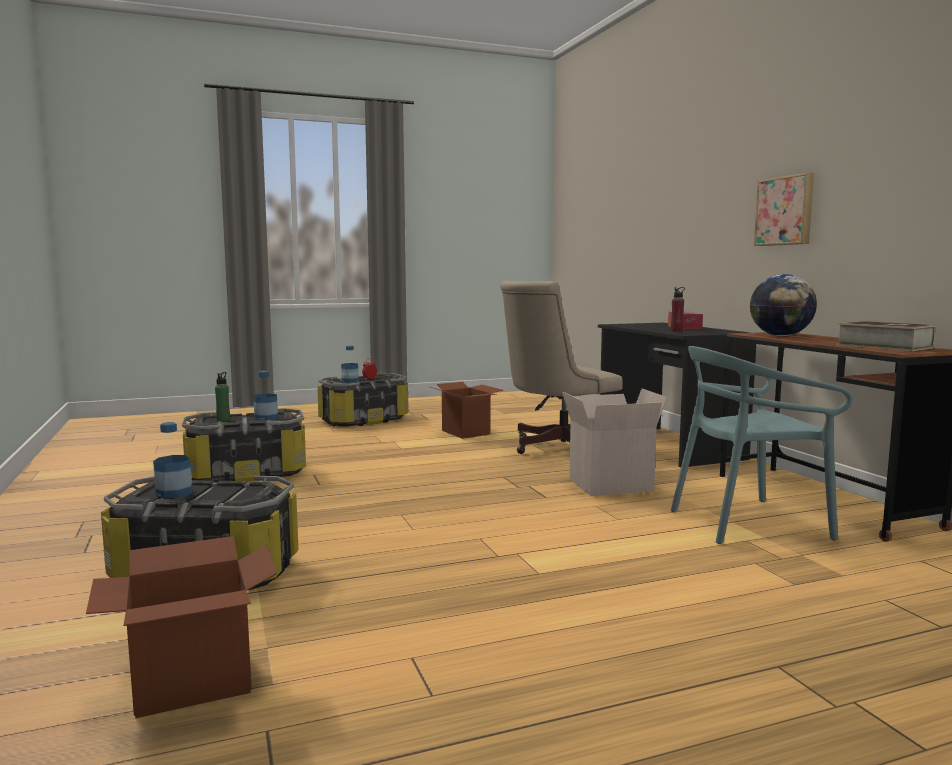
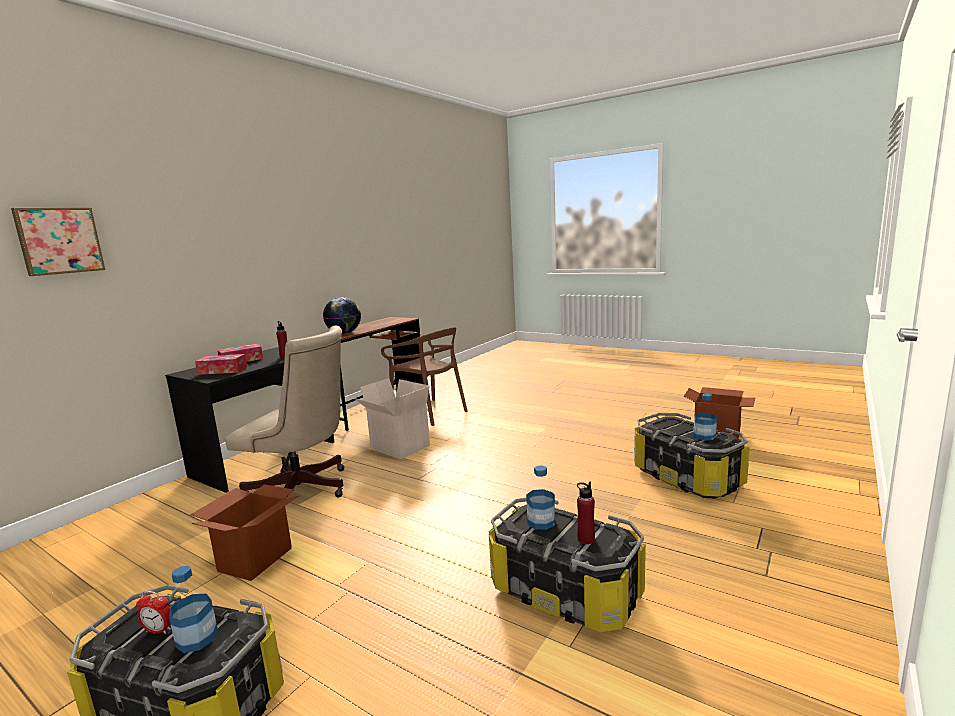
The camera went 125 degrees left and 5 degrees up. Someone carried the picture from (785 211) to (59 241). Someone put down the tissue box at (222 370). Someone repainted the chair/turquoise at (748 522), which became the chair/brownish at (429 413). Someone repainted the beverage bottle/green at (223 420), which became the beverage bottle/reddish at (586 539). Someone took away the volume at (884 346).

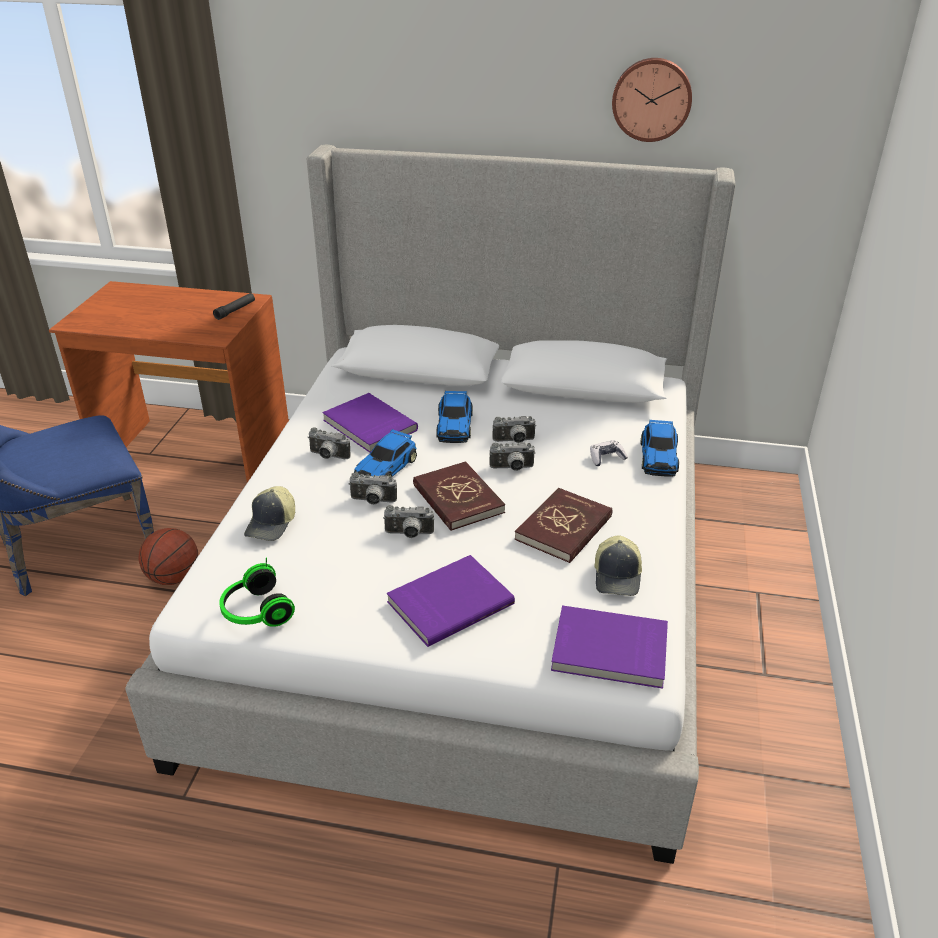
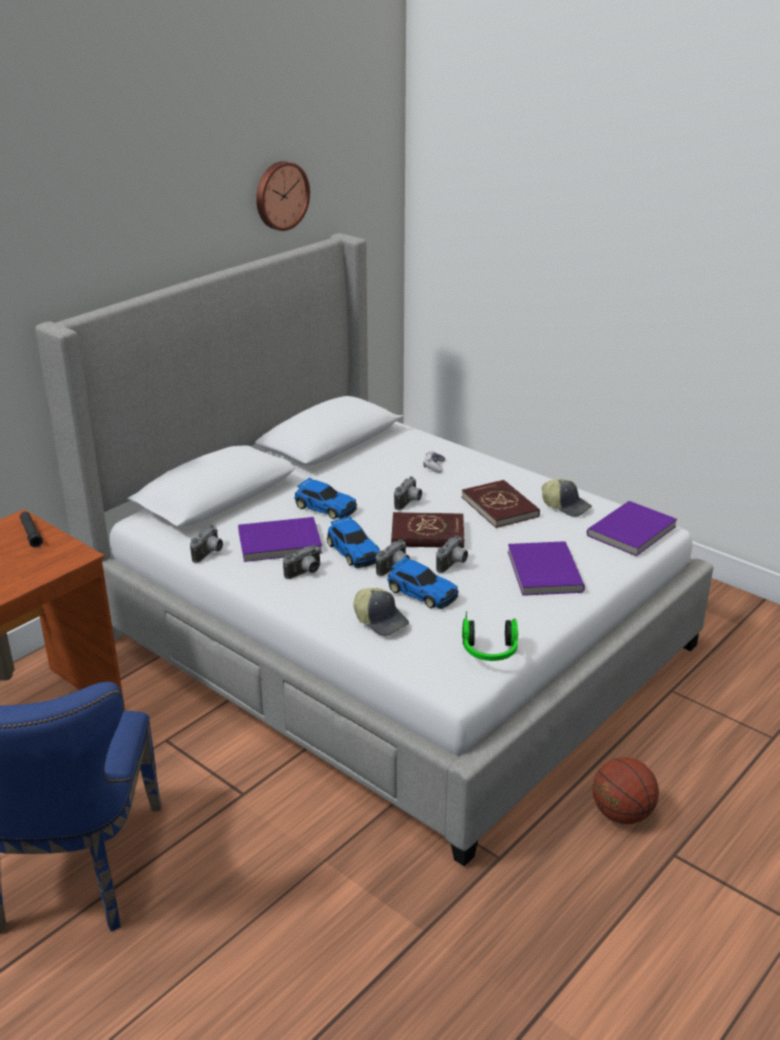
The camera went 60 degrees left and 5 degrees down. Someone carried the still camera from (514 441) to (210 554). Someone carried the miniature car from (659 457) to (421 592). Someone carried the basketball ball from (174 577) to (621 814).

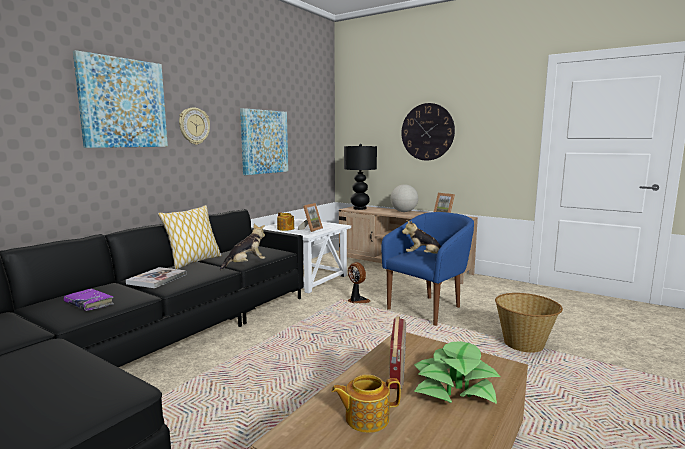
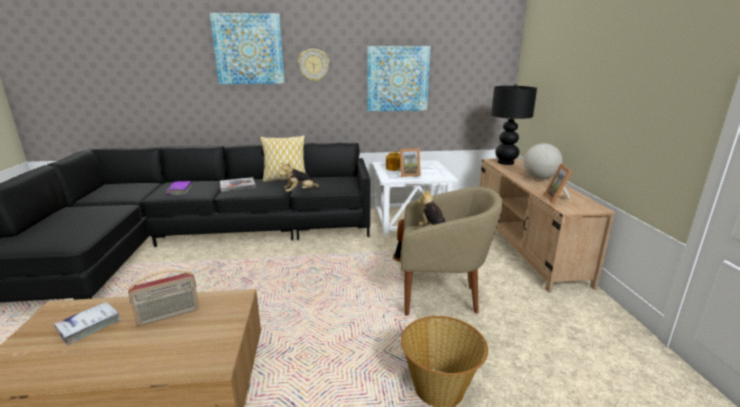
The camera went 50 degrees right and 10 degrees up. Someone swapped the pot for tea at (366 418) for the volume/whitish at (89 326). Someone rotated the cuddly toy at (246 265) by 135 degrees clockwise. Someone repainted the armchair/blue-coloured at (428 309), which became the armchair/beige-coloured at (441 297). Someone took away the wall clock at (427 132). Someone took away the plant in a pot at (454 386).

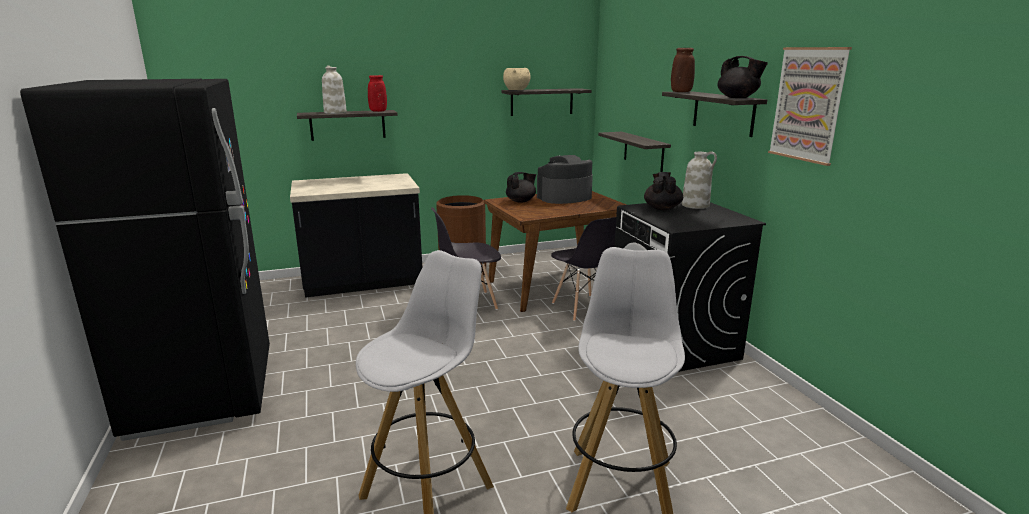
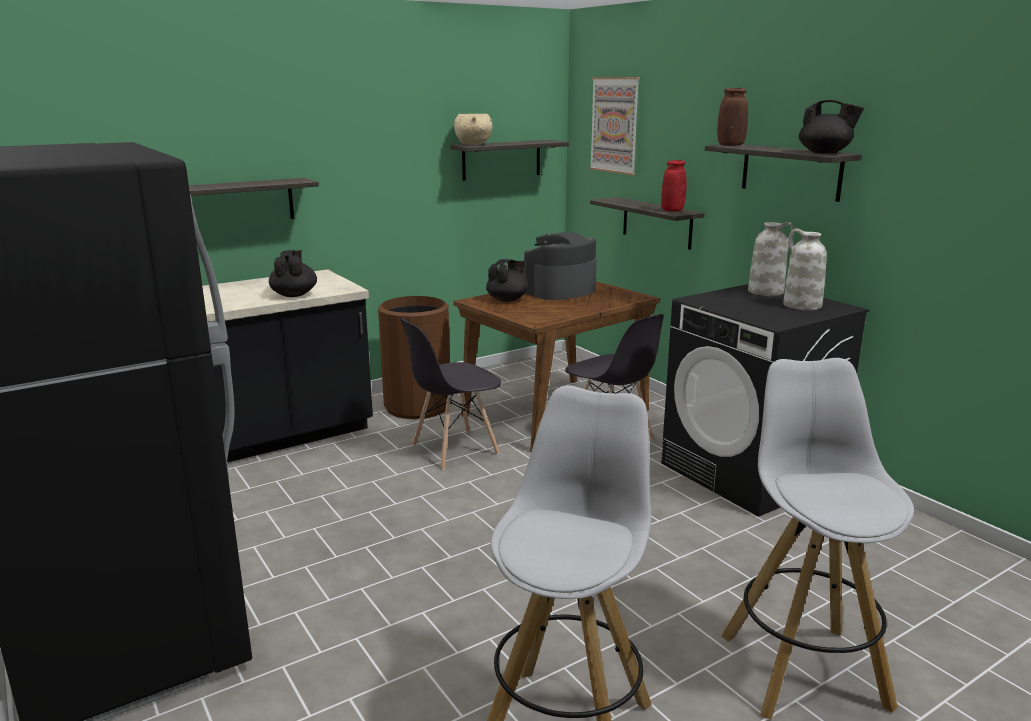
The camera went 15 degrees left and 0 degrees up. Someone carried the pot for tea/black from (662 208) to (294 295). Someone carried the picture from (808 104) to (614 125). Someone carried the flower vase/reddish from (378 111) to (672 210). Someone carried the flower vase/whitish from (335 112) to (801 305).

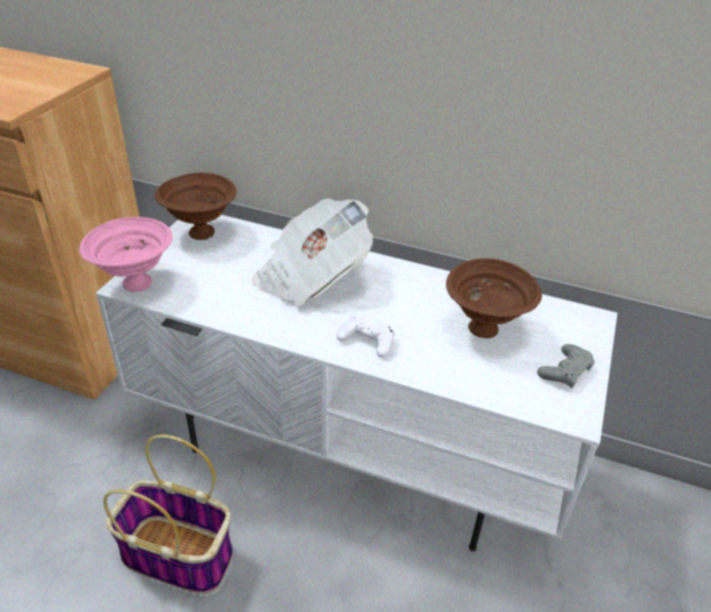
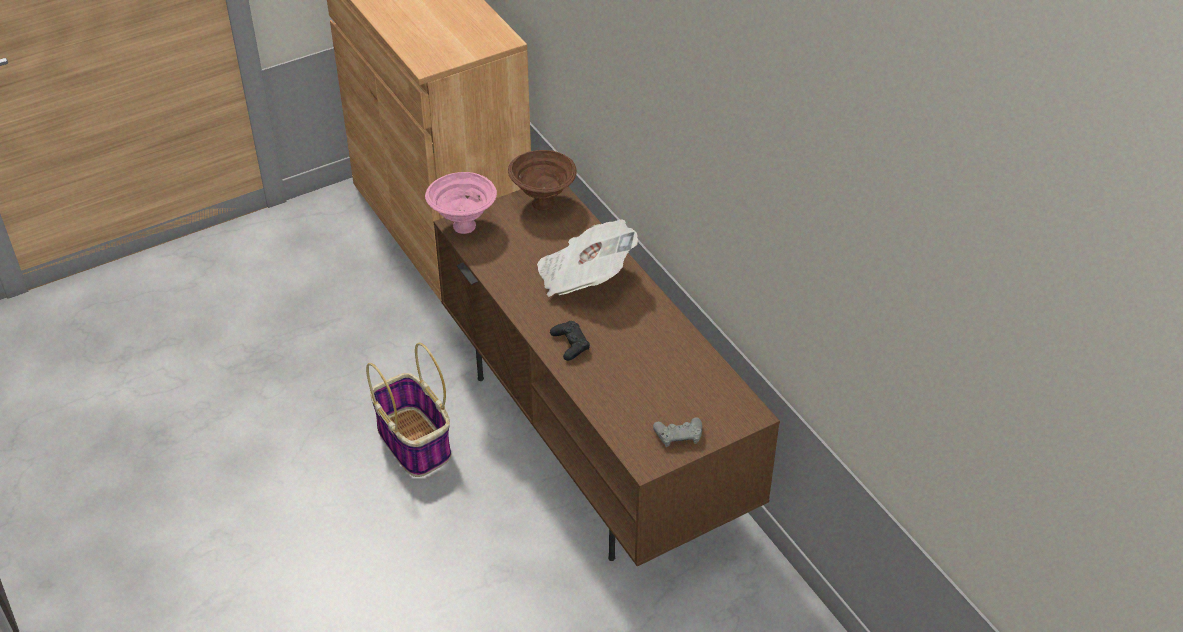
The camera went 40 degrees right and 5 degrees up. Someone repainted the tv stand/whitish at (353 446), which became the tv stand/brownish at (597 441). Someone repainted the joypad/whitish at (367 340), which became the joypad/black at (570 344). Someone took away the deep dish/brownish at (485 329).

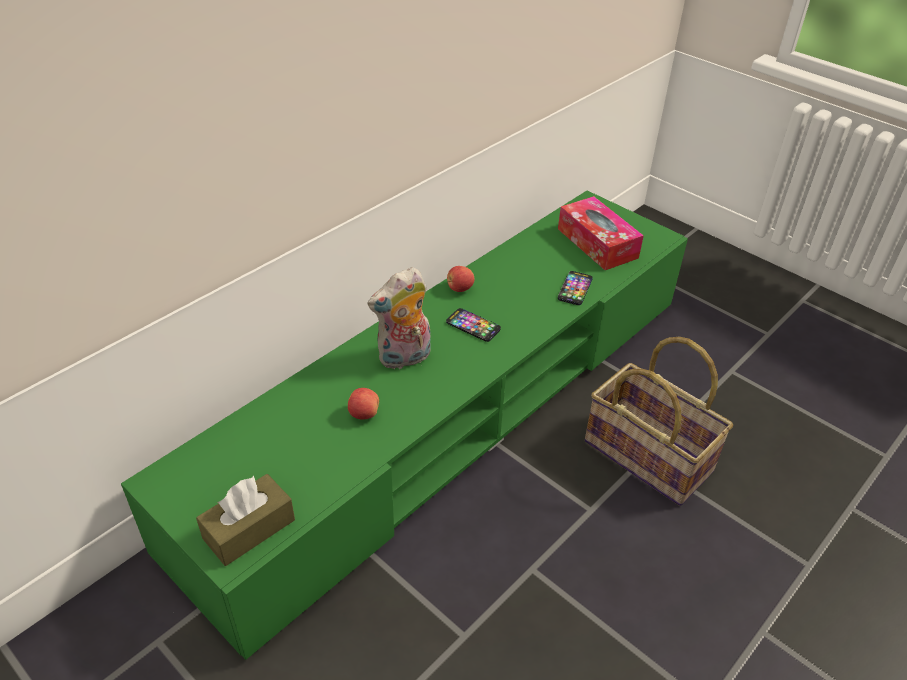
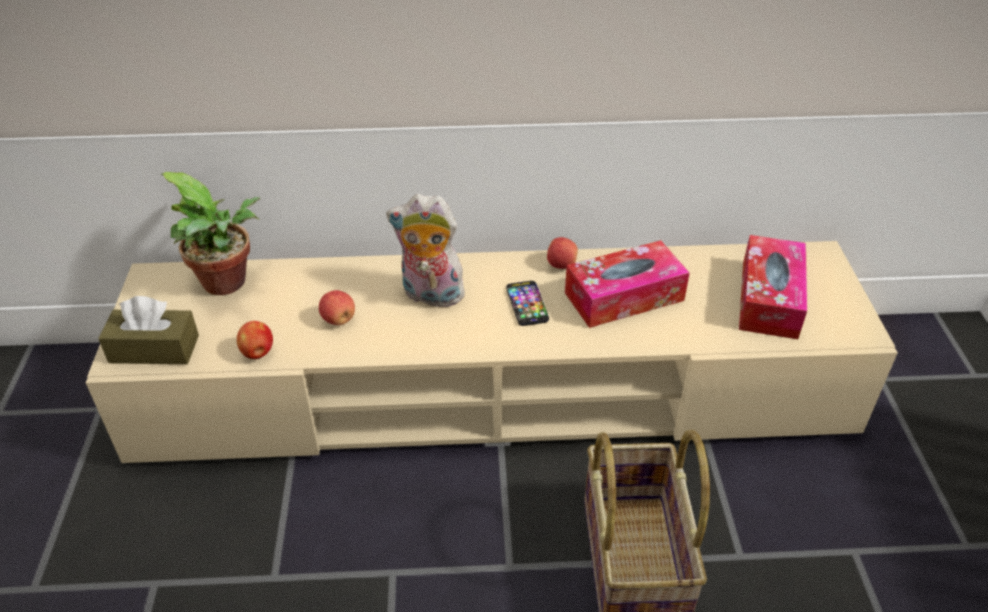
The camera went 45 degrees right and 0 degrees up. Someone repainted the tv stand/green at (452 412), which became the tv stand/beige-coloured at (495 391). Someone put down the plant in a pot at (229 284). Someone put down the apple at (258 352). Someone put down the tissue box at (624 296). Someone took away the handset at (575 289).

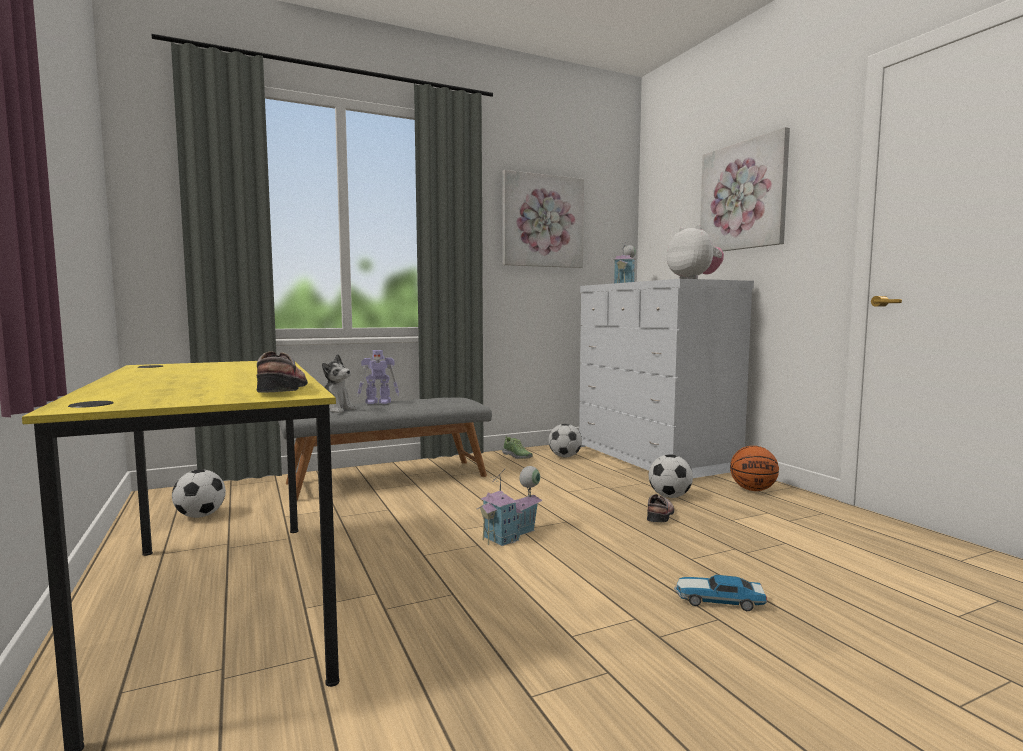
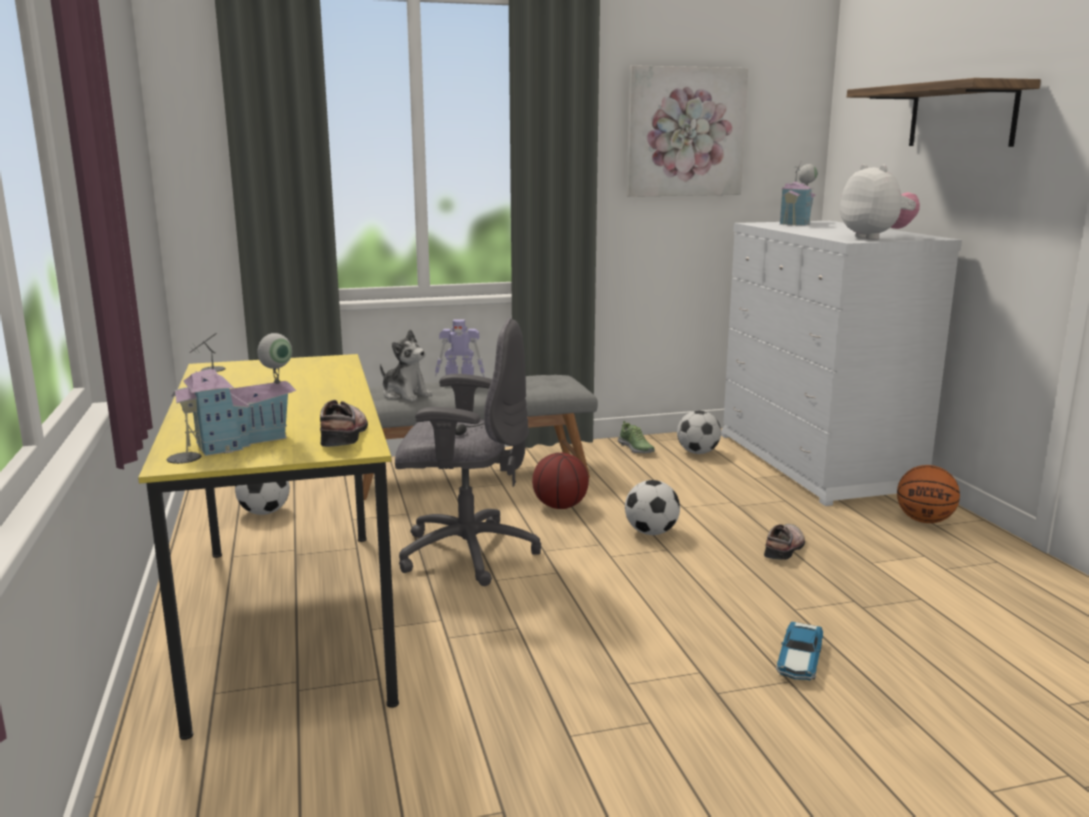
The camera went 10 degrees right and 10 degrees up. Someone carried the miniature house from (511 535) to (241 442). Someone put down the computer chair/gray at (465 553). Someone put down the basketball ball at (560 506). Someone carried the ball for football from (670 496) to (651 532). Someone rotated the miniature car at (717 600) by 90 degrees counterclockwise. Someone swapped the picture at (743 196) for the bracket shelf at (961 116).

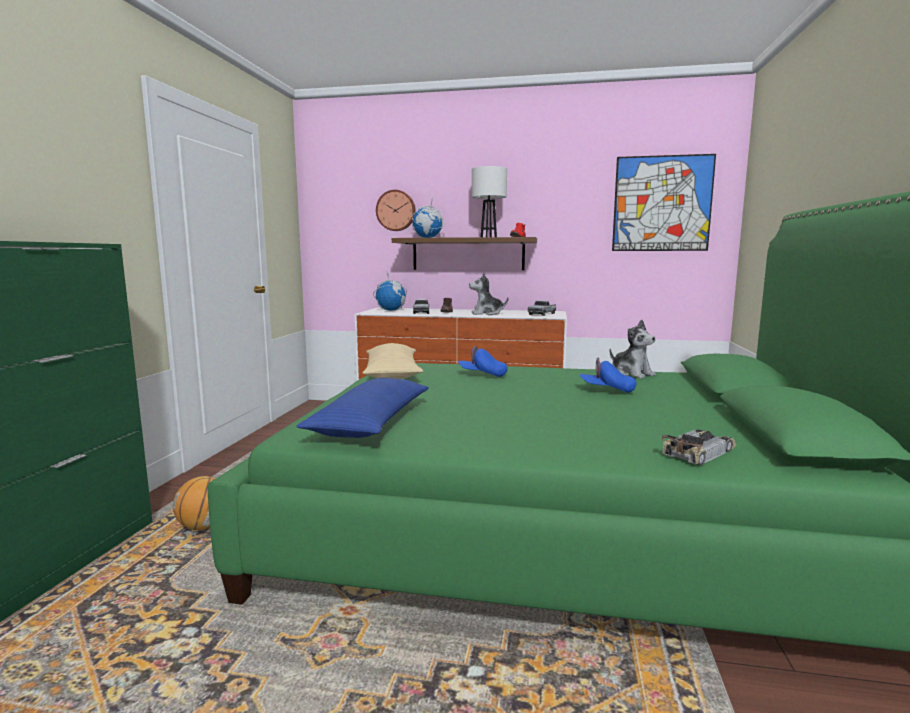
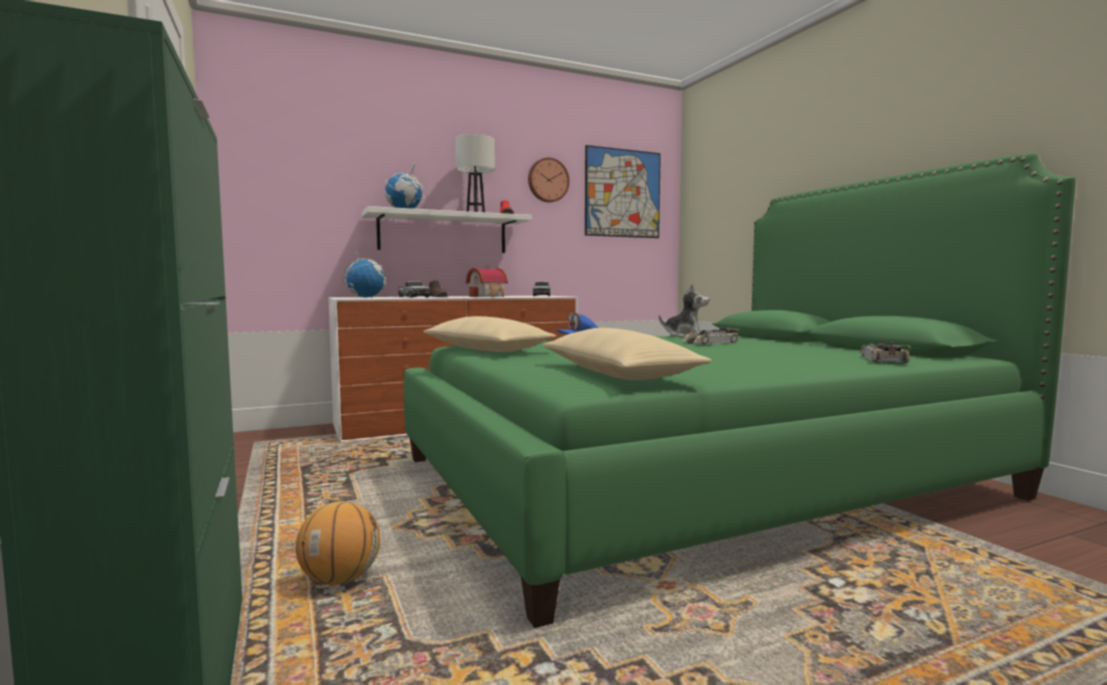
The camera went 35 degrees left and 5 degrees down. Someone repainted the bracket shelf/brownish at (468 254), which became the bracket shelf/whitish at (443 233). Someone swapped the cuddly toy at (487 314) for the miniature house at (489 296). Someone carried the wall clock from (396 210) to (547 180). Someone repainted the throw pillow/blue-coloured at (371 423), which became the throw pillow/beige-coloured at (617 374). Someone swapped the peaked cap/blue-coloured at (607 390) for the miniature car at (710 342).

